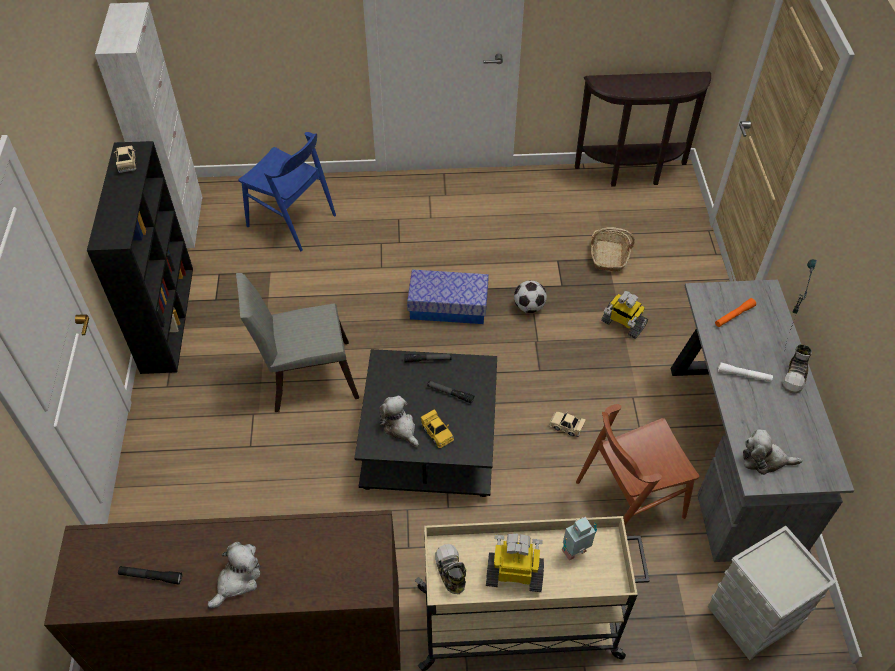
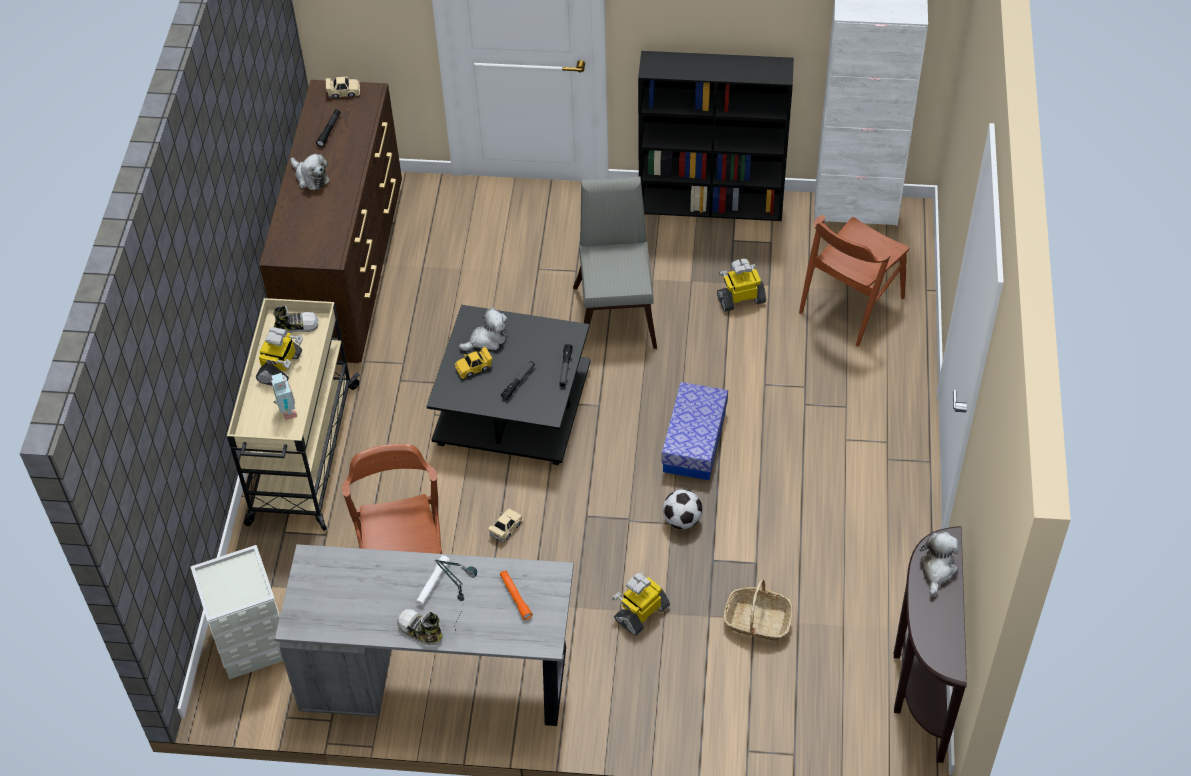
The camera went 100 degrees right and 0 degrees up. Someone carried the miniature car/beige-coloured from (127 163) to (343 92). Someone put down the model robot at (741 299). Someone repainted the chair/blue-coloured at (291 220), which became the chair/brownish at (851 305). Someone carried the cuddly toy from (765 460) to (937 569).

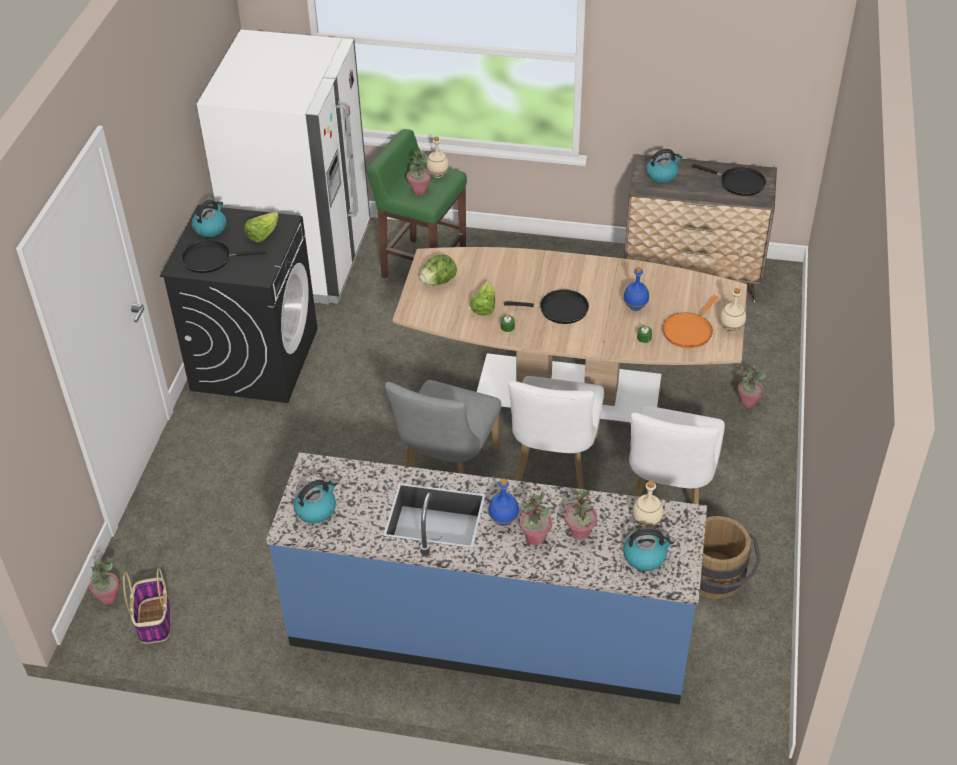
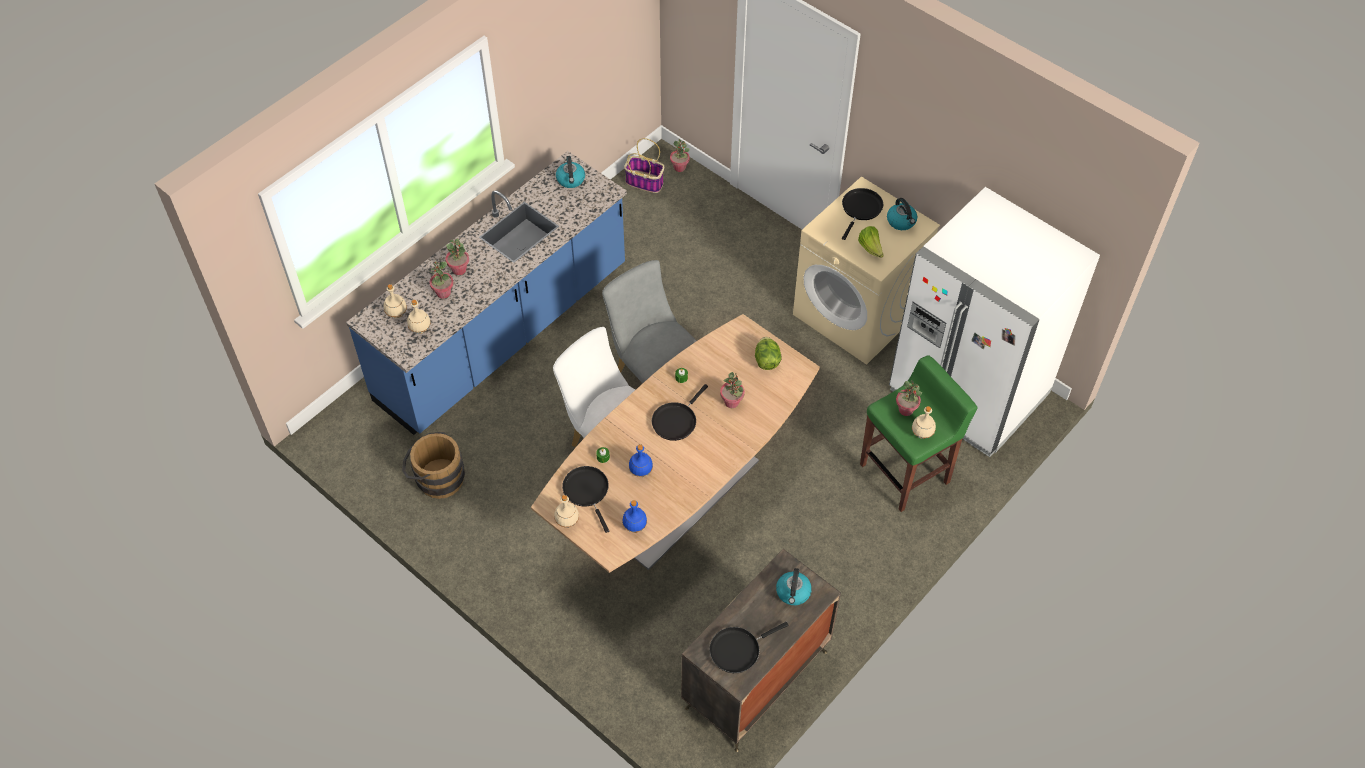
The camera went 120 degrees right and 10 degrees up. Someone swapped the water kettle at (645 557) for the beverage bottle/beige-coloured at (397 314). Someone repainted the skillet/orangey at (689 331), which became the skillet/black at (587 491). Someone carried the beverage bottle/blue-coloured from (503 521) to (634 527). Someone carried the plant in a pot from (748 402) to (732 402). Someone repainted the laundry appliance/black at (254 359), which became the laundry appliance/beige-coloured at (857 313). Someone took away the lettuce head at (484 307). Someone took away the chair/whitish at (668 498).

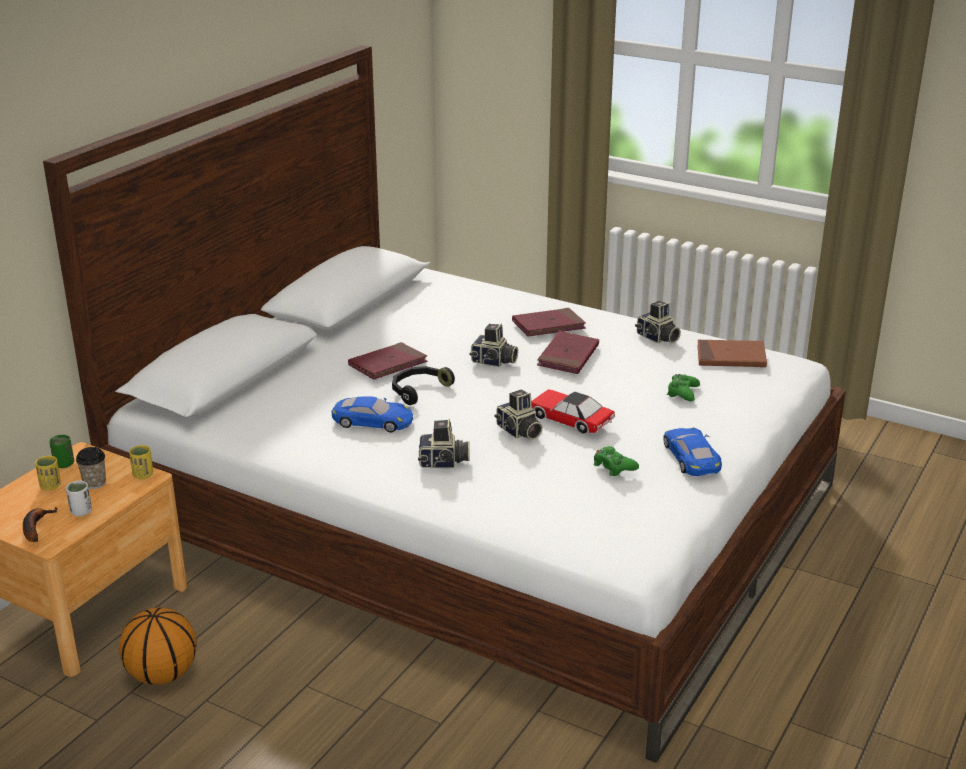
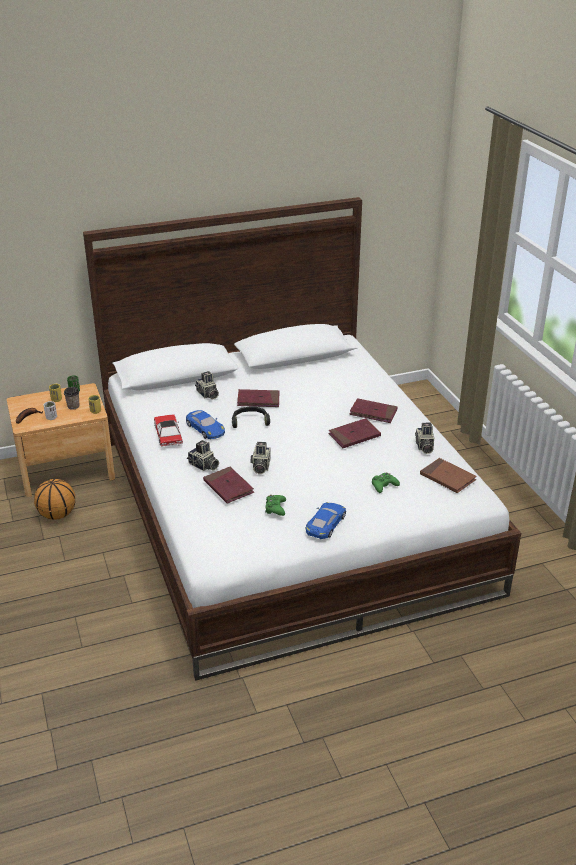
The camera went 40 degrees right and 5 degrees up. Someone carried the miniature car from (570 419) to (168 435). Someone carried the still camera from (494 362) to (207 394). Someone put down the volume/reddish at (228 487).

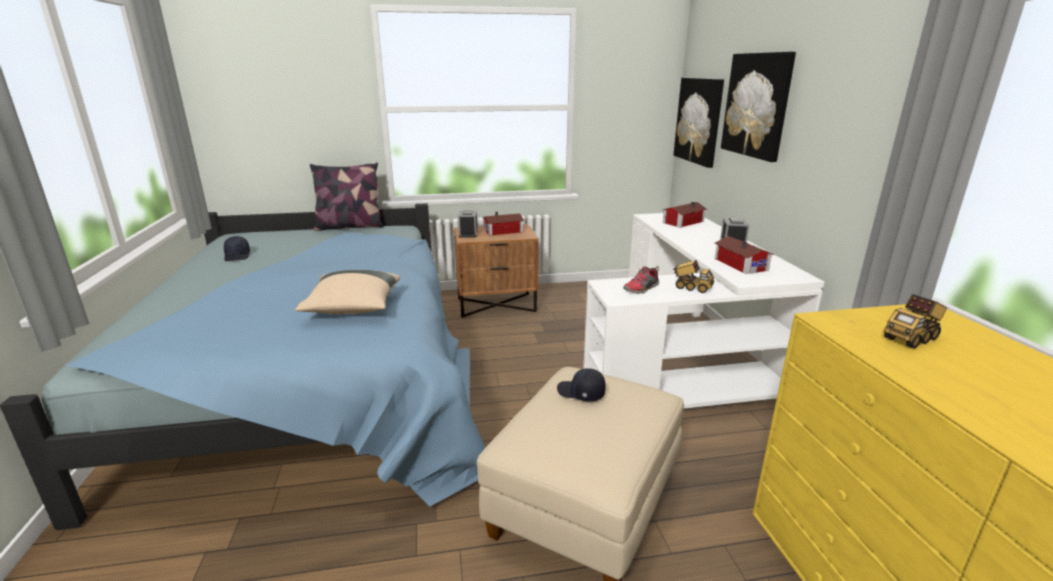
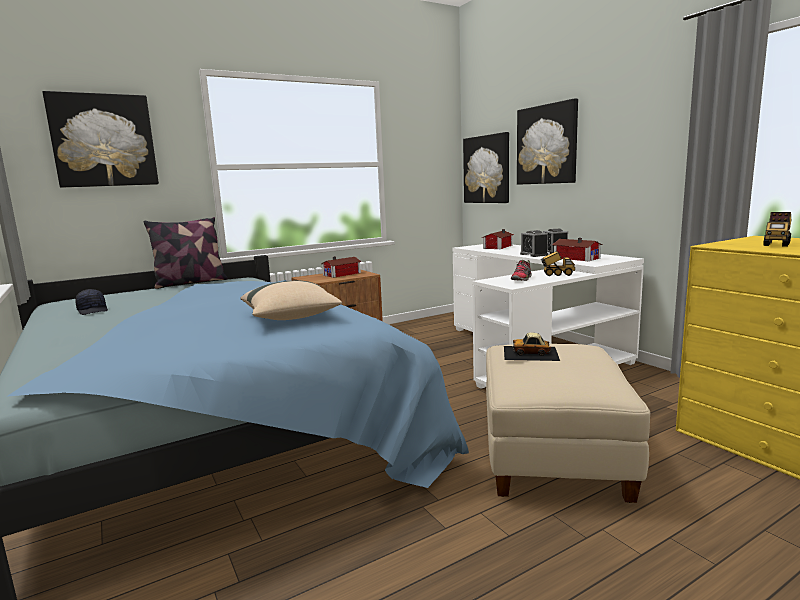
The camera went 20 degrees left and 10 degrees down. Someone put up the picture at (103 140). Someone swapped the peaked cap/black at (580 393) for the miniature car at (531 353). Someone carried the alarm clock from (468 234) to (533 254).

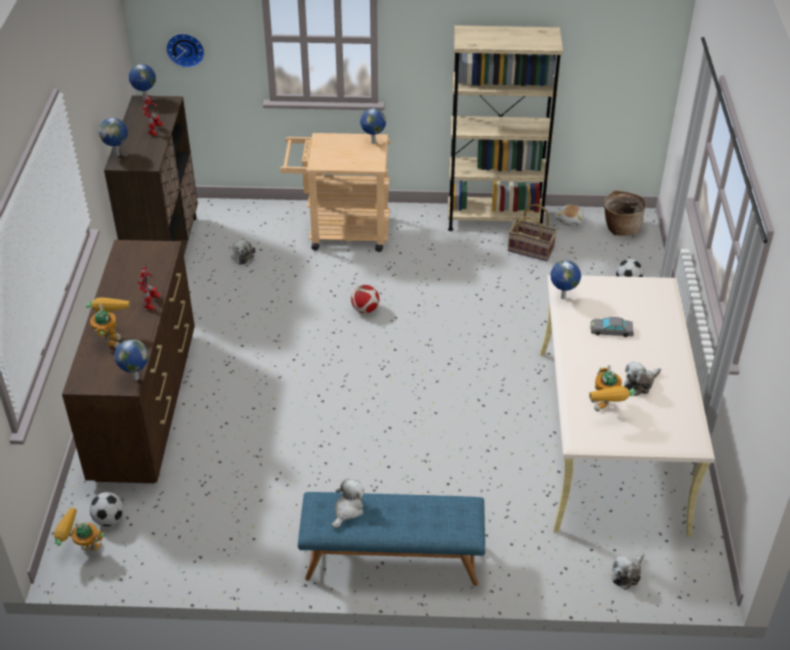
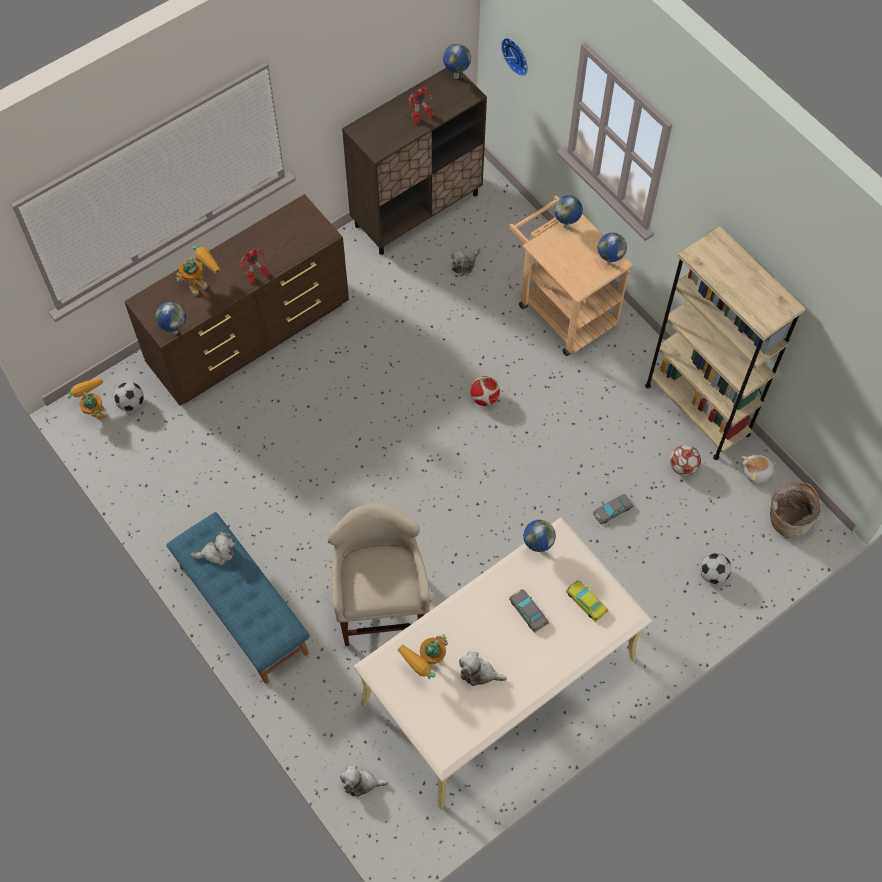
The camera went 50 degrees right and 20 degrees up. Someone put down the stool seat/beige-coloured at (381 606). Someone carried the globe from (118 154) to (566 226). Someone put down the miniature car/yellow-coloured at (586 601). Someone put down the miniature car/gray at (612 510). Someone swapped the storage basket at (531 249) for the ball for football at (683 467).

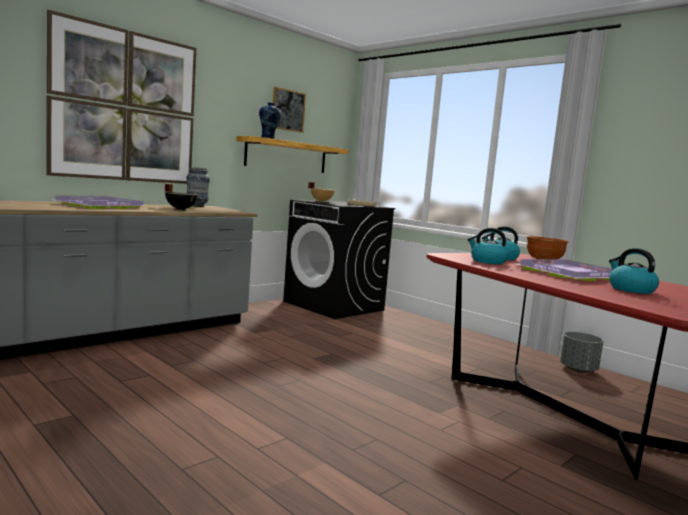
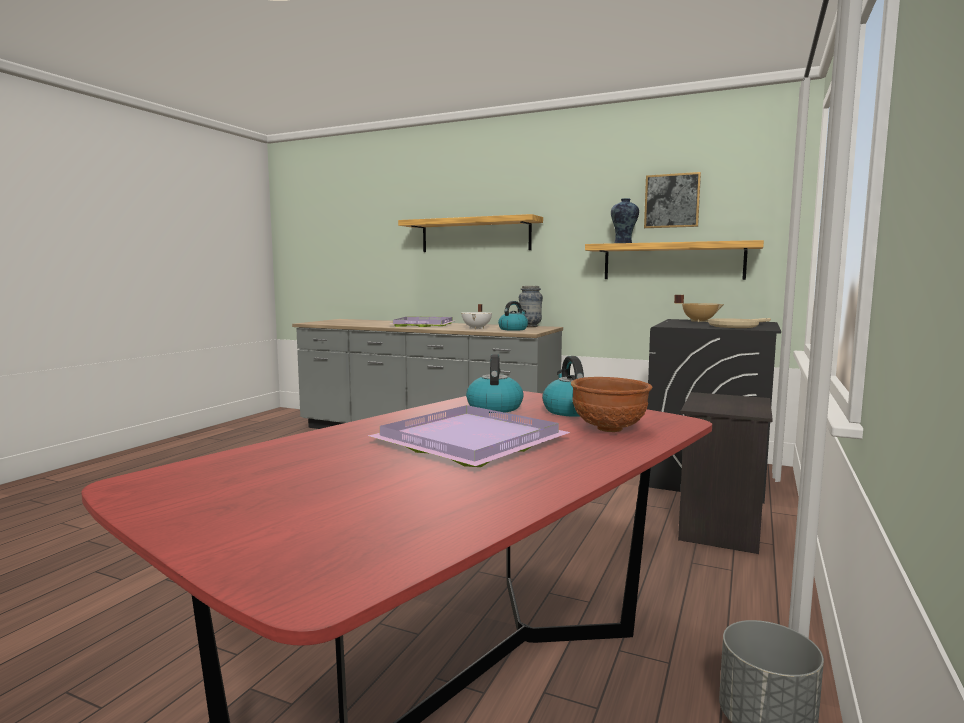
The camera went 70 degrees right and 0 degrees up. Someone swapped the picture at (125 106) for the bracket shelf at (475 235). Someone repainted the cooking pot/black at (181 209), which became the cooking pot/whitish at (477 328). Someone carried the water kettle from (630 289) to (513 329). Someone put down the nightstand/black at (721 529).

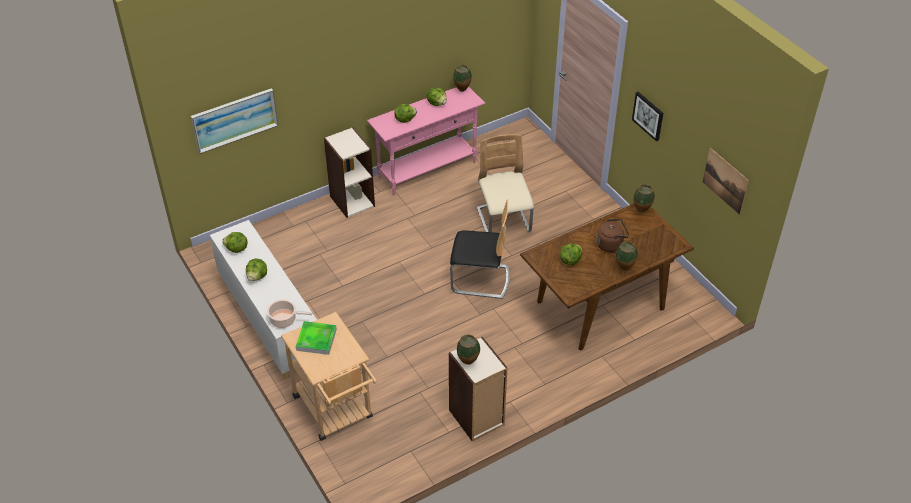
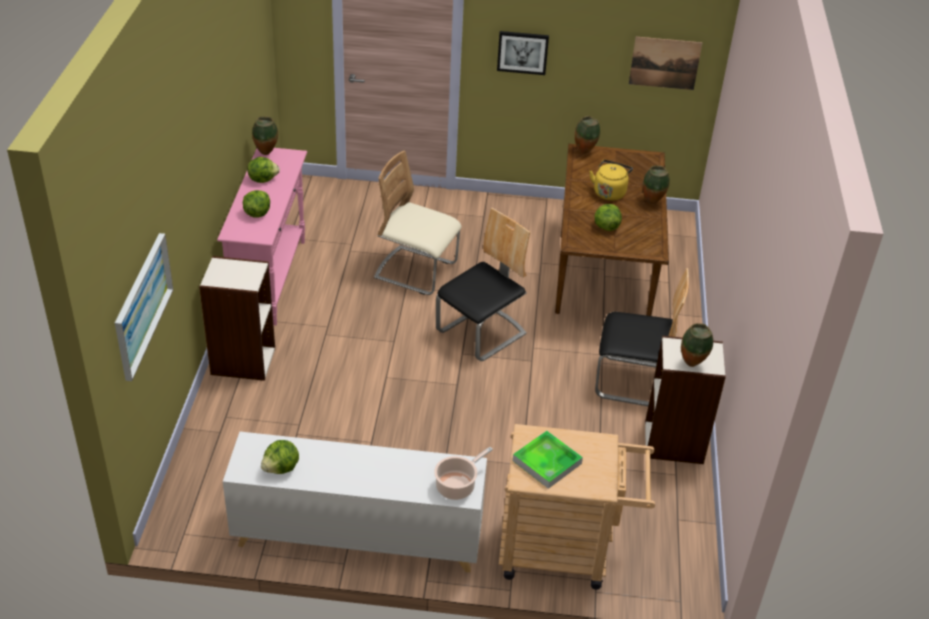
The camera went 55 degrees left and 5 degrees down. Someone repainted the water kettle/brownish at (610 244), which became the water kettle/yellow-coloured at (609 192). Someone put down the chair at (633 382). Someone took away the lettuce head at (257 277).

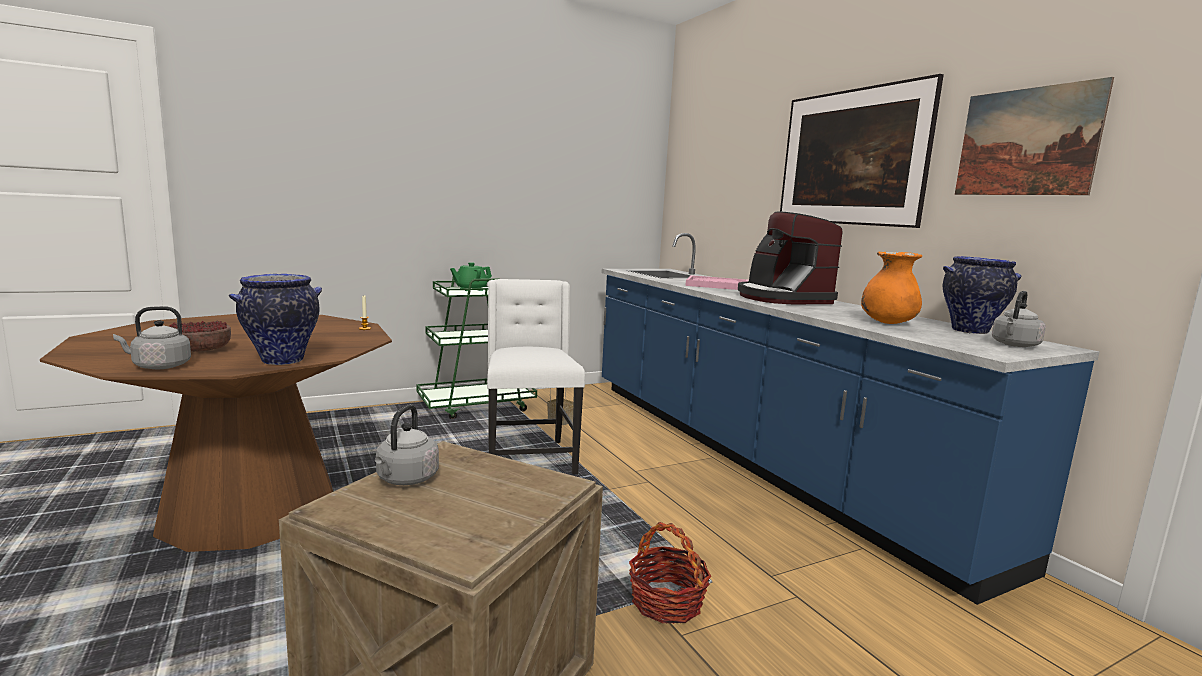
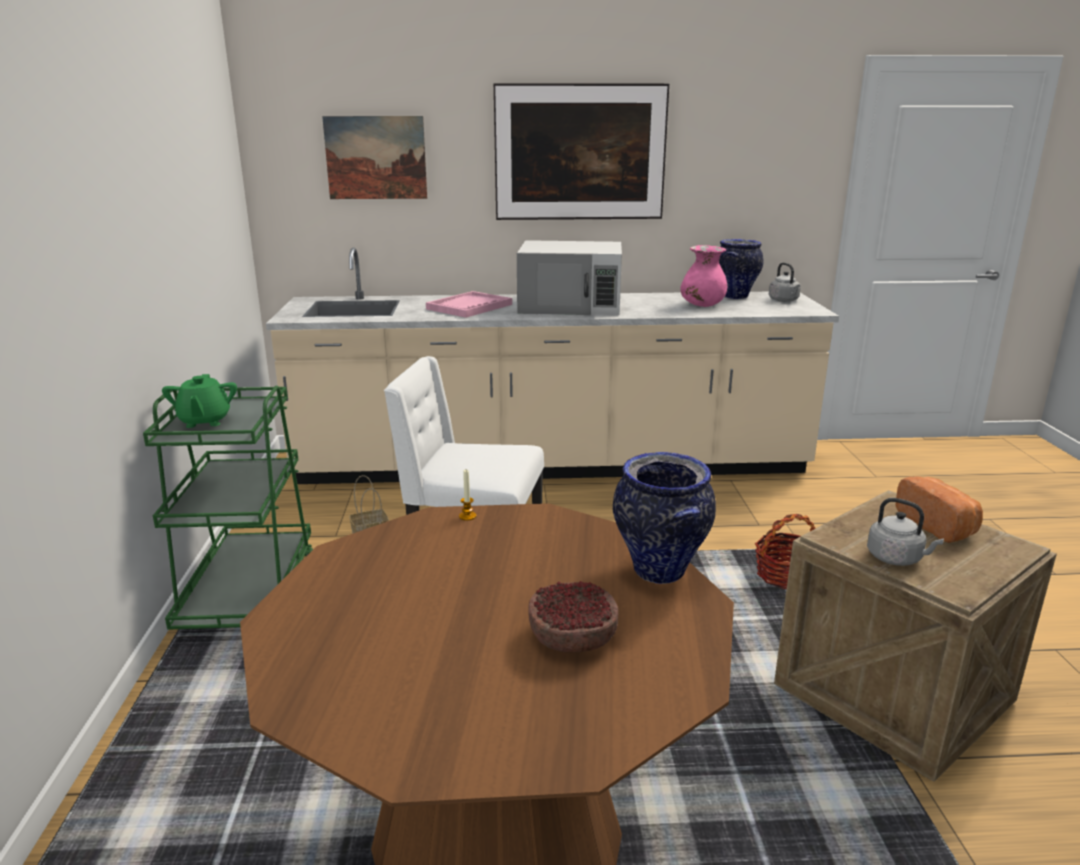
The camera went 65 degrees left and 10 degrees up. Someone repainted the counter/blue-coloured at (752 455), which became the counter/beige-coloured at (552 466). Someone carried the picture from (1026 142) to (376 158). Someone swapped the coffee maker at (782 298) for the kitchen microwave/whitish at (571 305). Someone repainted the flower vase/orangey at (887 322), which became the flower vase/pink at (702 305). Someone put down the bakery bread at (938 525). Someone took away the water kettle/gray at (159 366).

